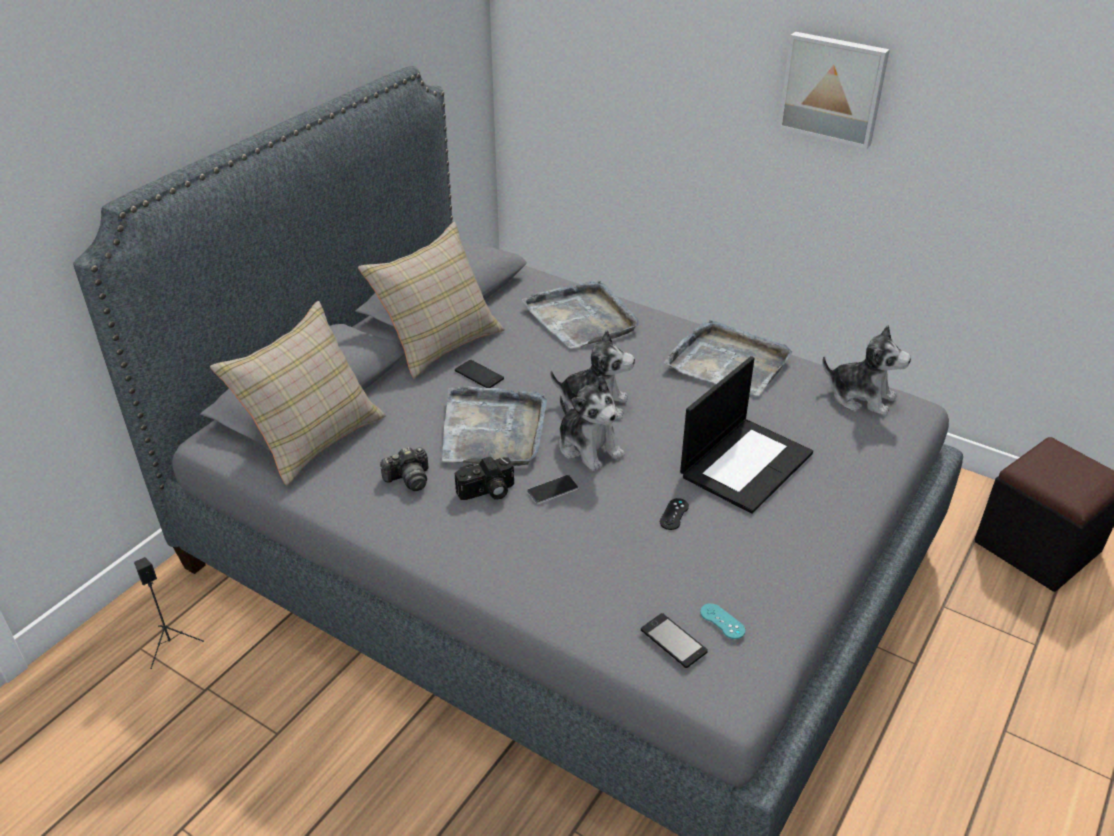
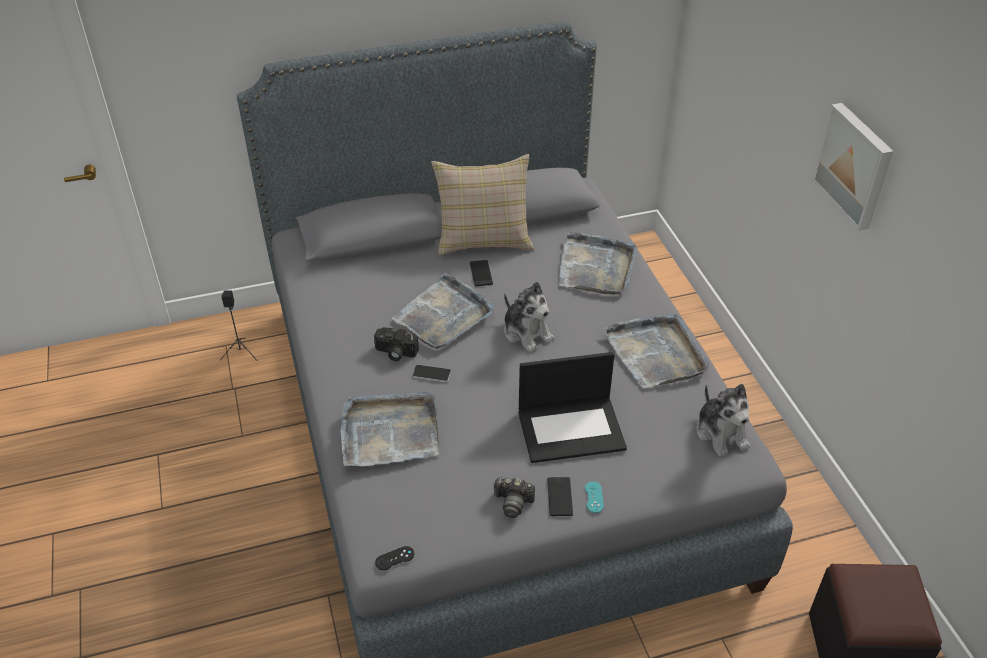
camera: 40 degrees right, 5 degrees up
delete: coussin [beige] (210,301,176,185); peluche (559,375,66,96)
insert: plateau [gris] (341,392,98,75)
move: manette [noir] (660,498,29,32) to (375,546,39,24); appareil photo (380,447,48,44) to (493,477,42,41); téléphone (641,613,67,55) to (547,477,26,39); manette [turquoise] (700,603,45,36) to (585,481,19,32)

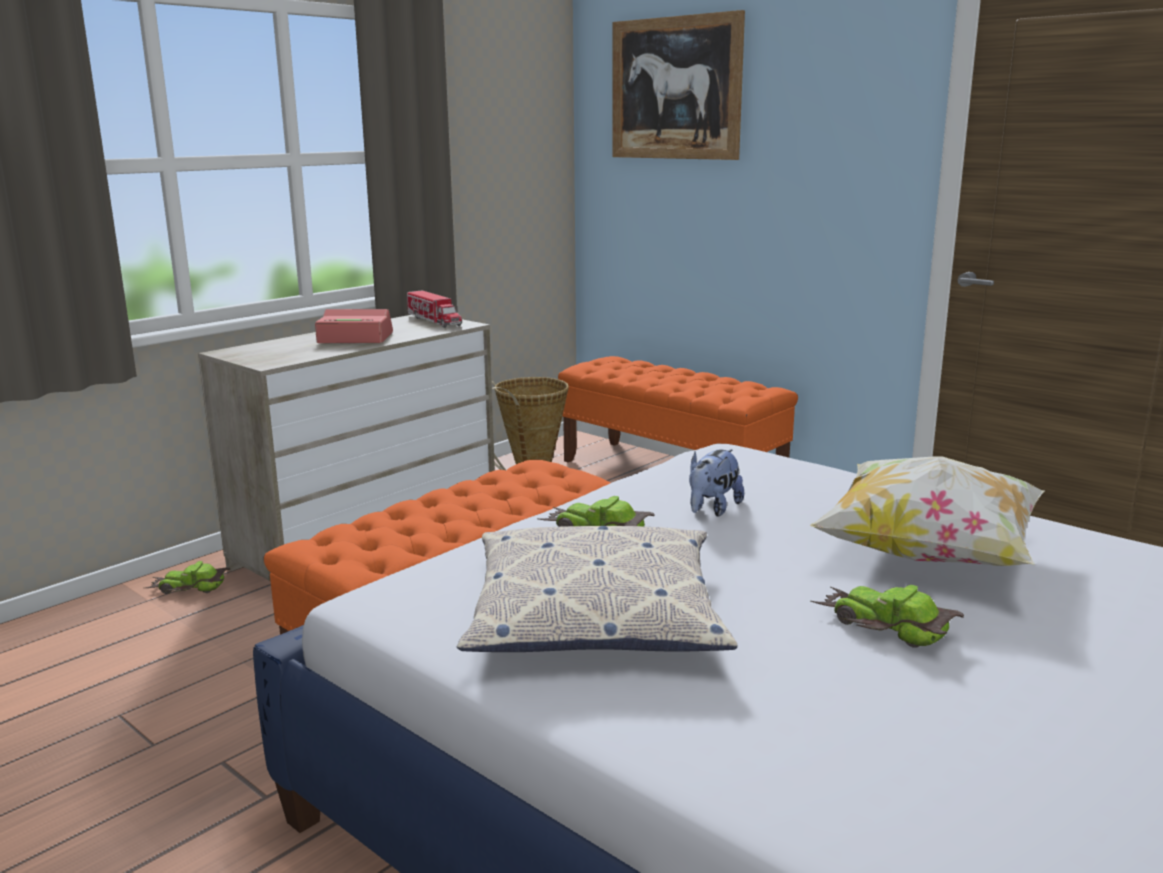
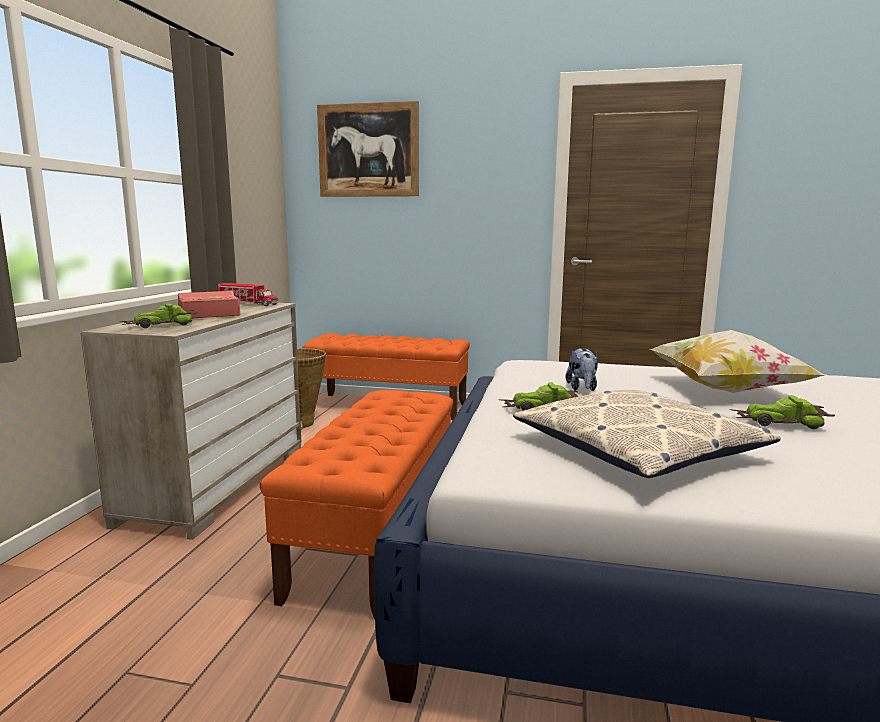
camera: 30 degrees left, 5 degrees down
move: petite voiture (145,561,85,33) to (119,303,79,25)

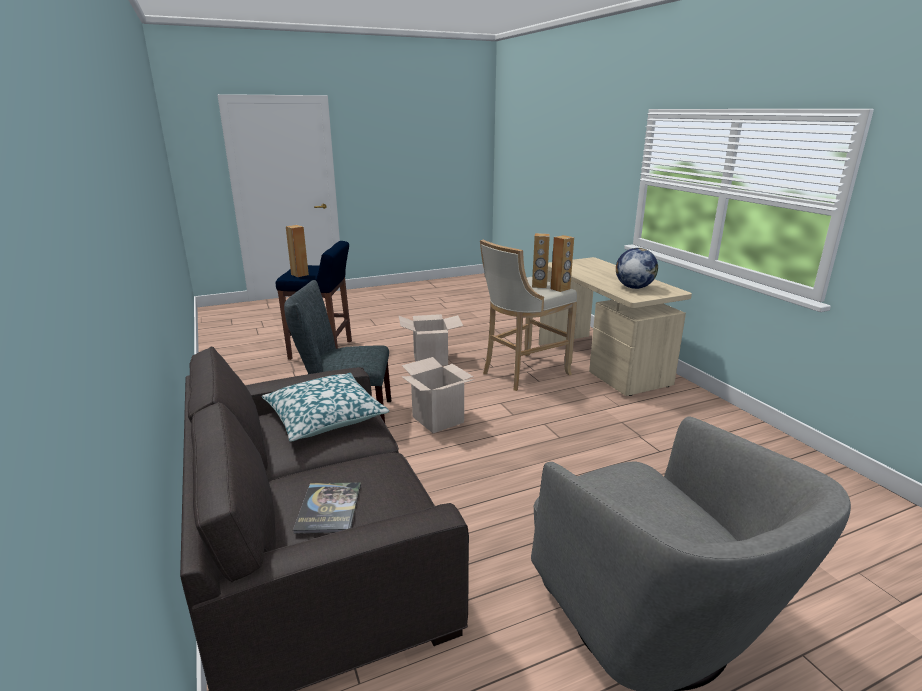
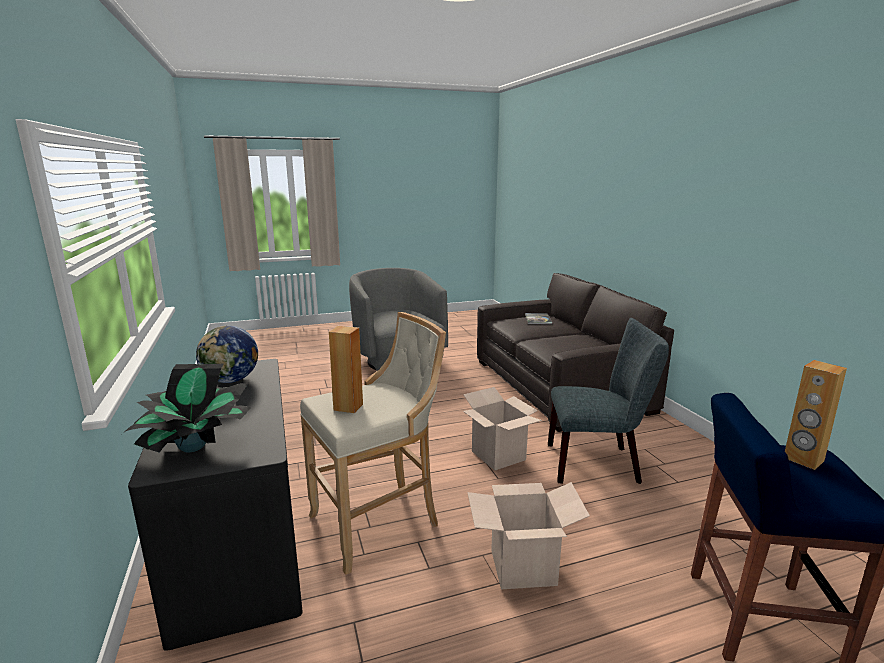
camera: 175 degrees left, 5 degrees down
delete: coussin (262,373,127,69); enceinte [marron] (551,235,23,57)
insert: plante en pot (122,364,129,89)
recolor: bureau [beige] (539,257,153,139) to bureau [noir] (128,359,175,292)

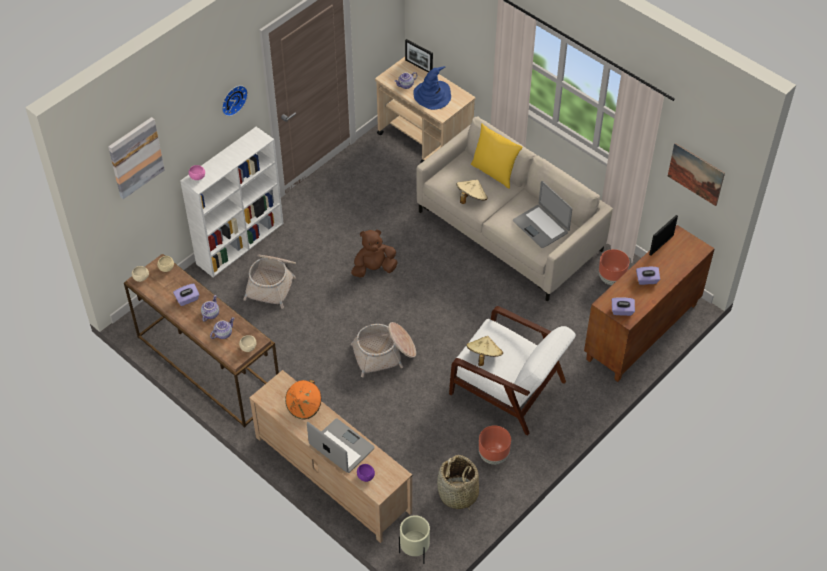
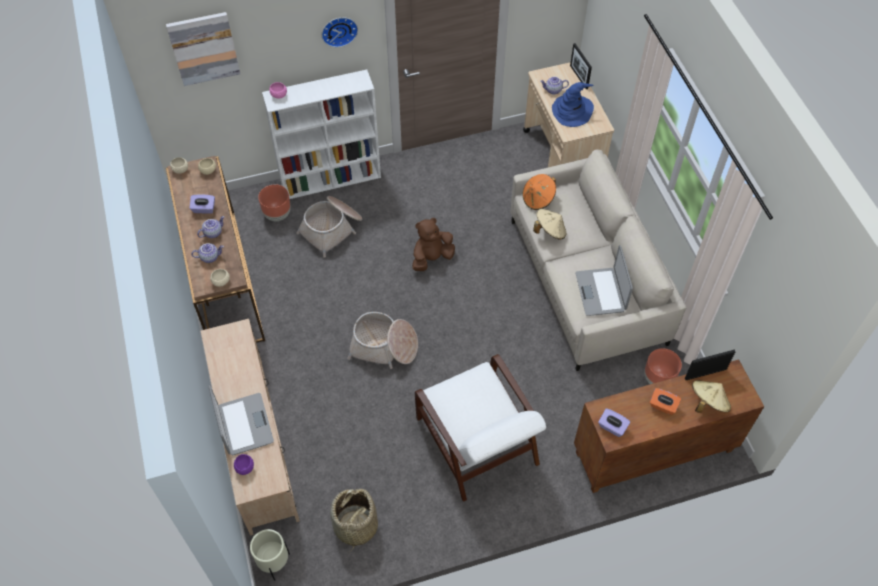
camera: 30 degrees right, 5 degrees up
delete: coussin [jaune] (471,123,52,66); tableau (668,143,57,63)
move: cache-pot [marron] (479,425,32,40) to (258,184,33,37); chapeau [orange] (286,380,35,39) to (522,174,34,36); chapeau [beige] (466,336,37,30) to (692,380,39,33)
recolor: boîte à mouchoirs [violet] (636,267,24,18) to boîte à mouchoirs [orange] (650,388,31,27)
rotate: peluche [marron] (351,230,47,48) = (412,218,43,53) 45 degrees counterclockwise

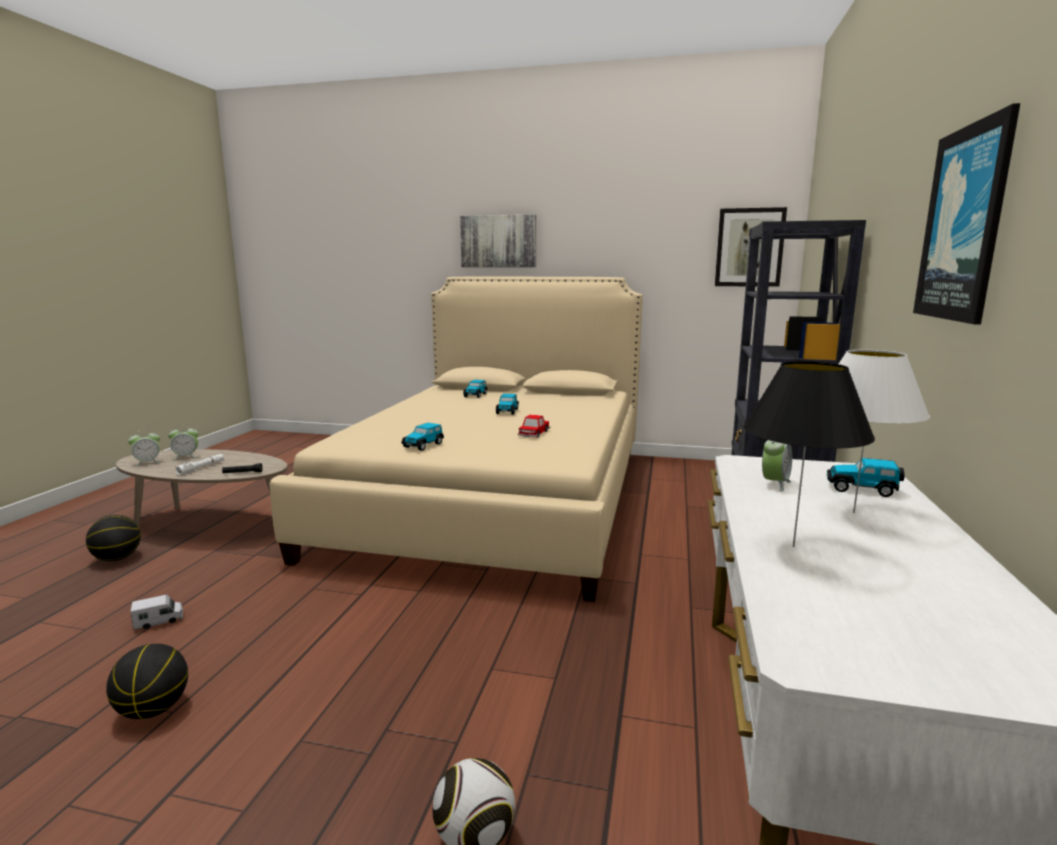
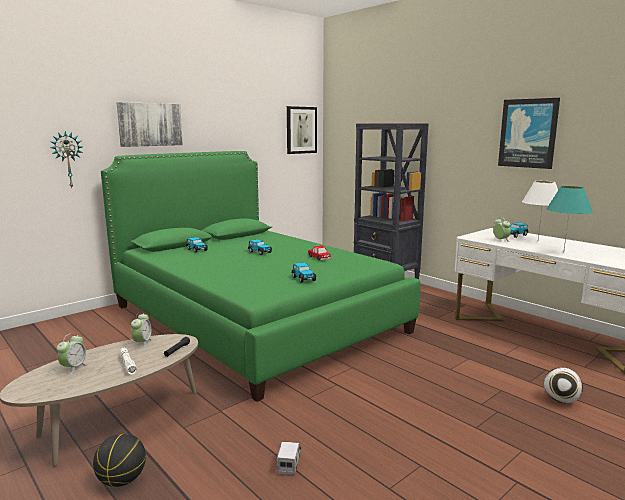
camera: 55 degrees left, 0 degrees up
delete: ballon de basket (106,644,82,75)
insert: horloge murale (50,131,33,57)
move: réveil (128,430,33,37) to (131,312,22,36)
recolor: lit [beige] (270,277,373,325) to lit [vert] (101,151,319,251); lampe de table [noir] (744,361,131,186) to lampe de table [turquoise] (546,186,47,67)

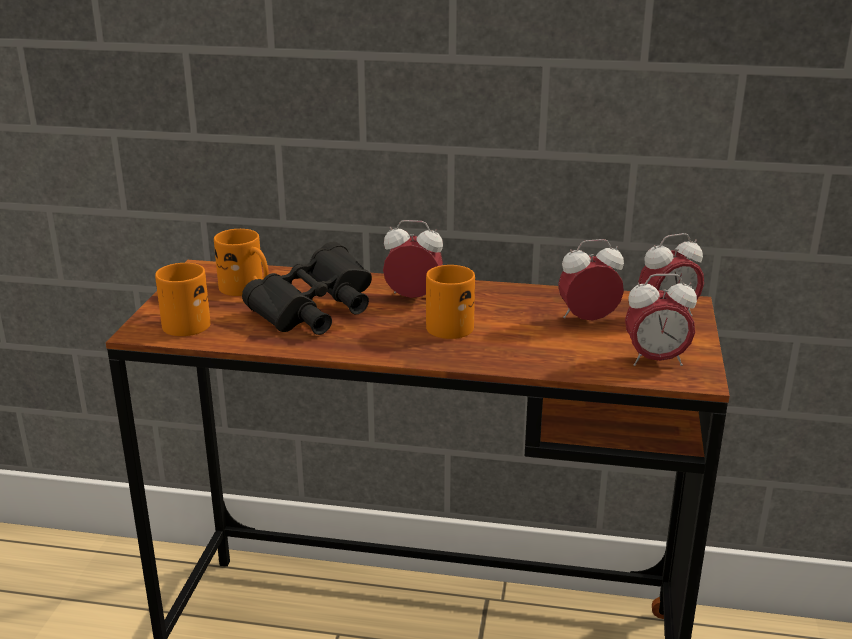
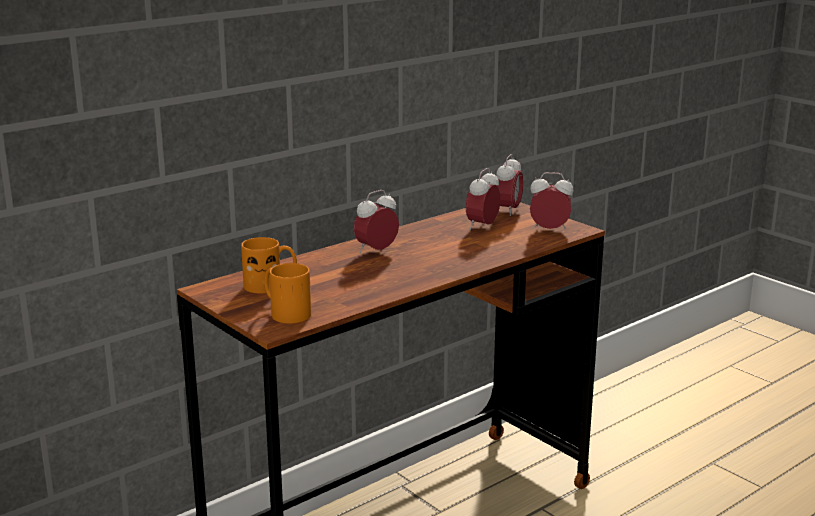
camera: 50 degrees left, 5 degrees down
delete: jumelles [noir] (242,242,130,93); mug [orange] (426,265,49,74)
rotate: réveil (625,274,72,92) = (530,172,43,57) 120 degrees counterclockwise

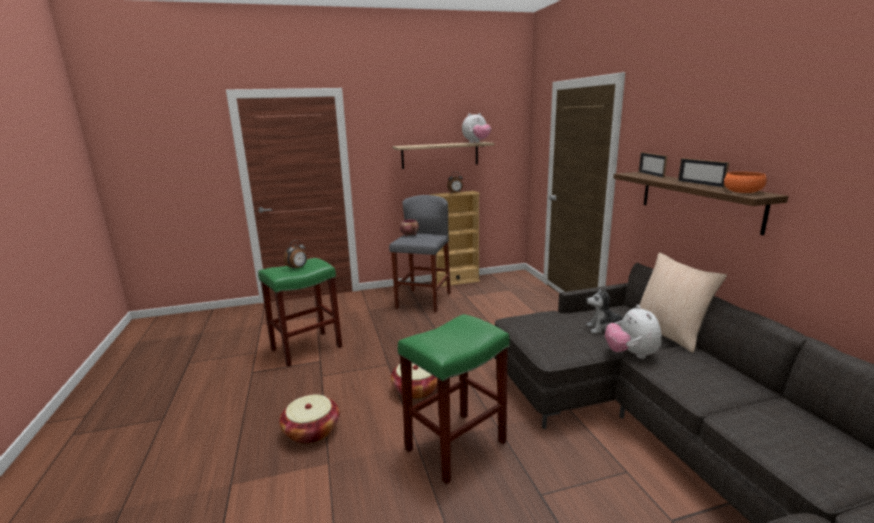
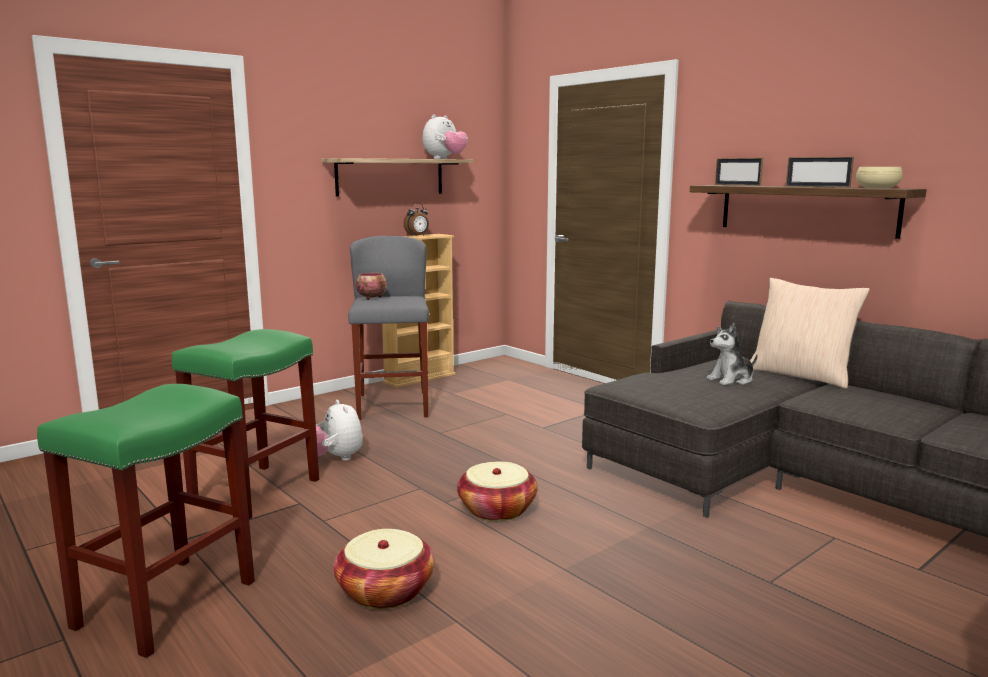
camera: 25 degrees left, 5 degrees down
delete: réveil (284,240,23,30)
move: tabouret [vert] (398,314,112,170) to (37,384,218,274); peluche (605,305,57,54) to (304,400,59,61)
recolor: bol [orange] (724,172,43,21) to bol [beige] (856,167,47,21)

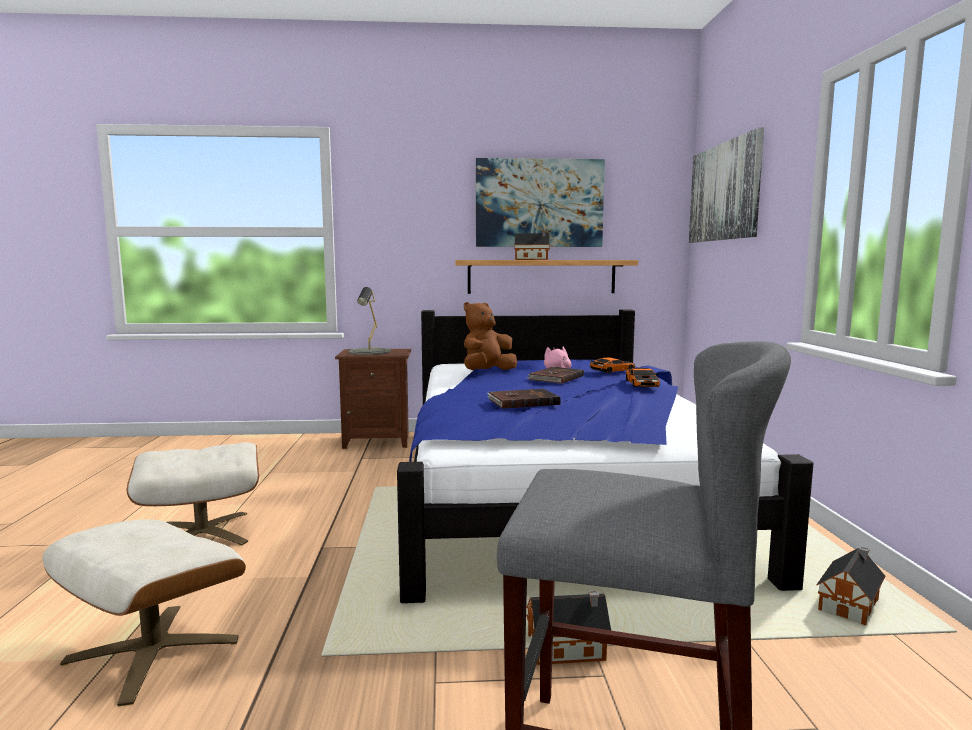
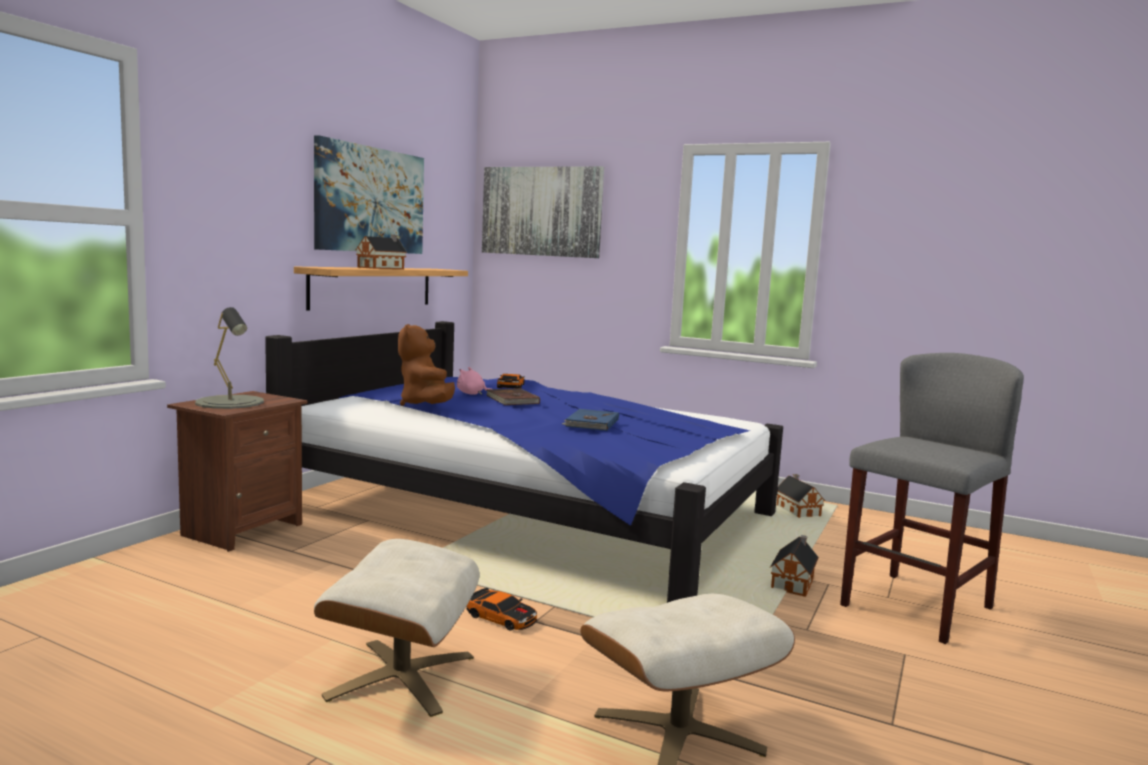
camera: 60 degrees left, 0 degrees up
move: petite voiture (626,368,34,19) to (466,588,71,43)
recolor: livre [marron] (487,389,74,20) to livre [bleu] (562,409,57,22)

